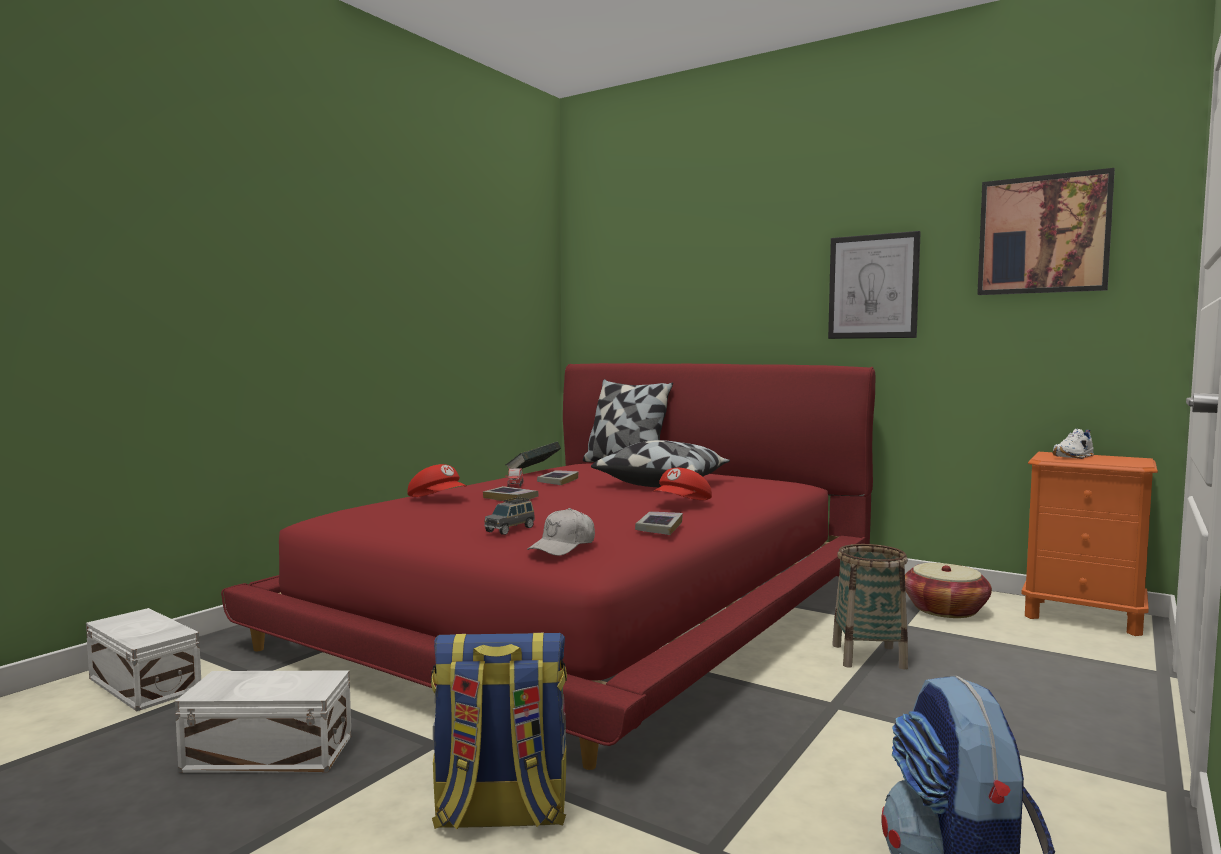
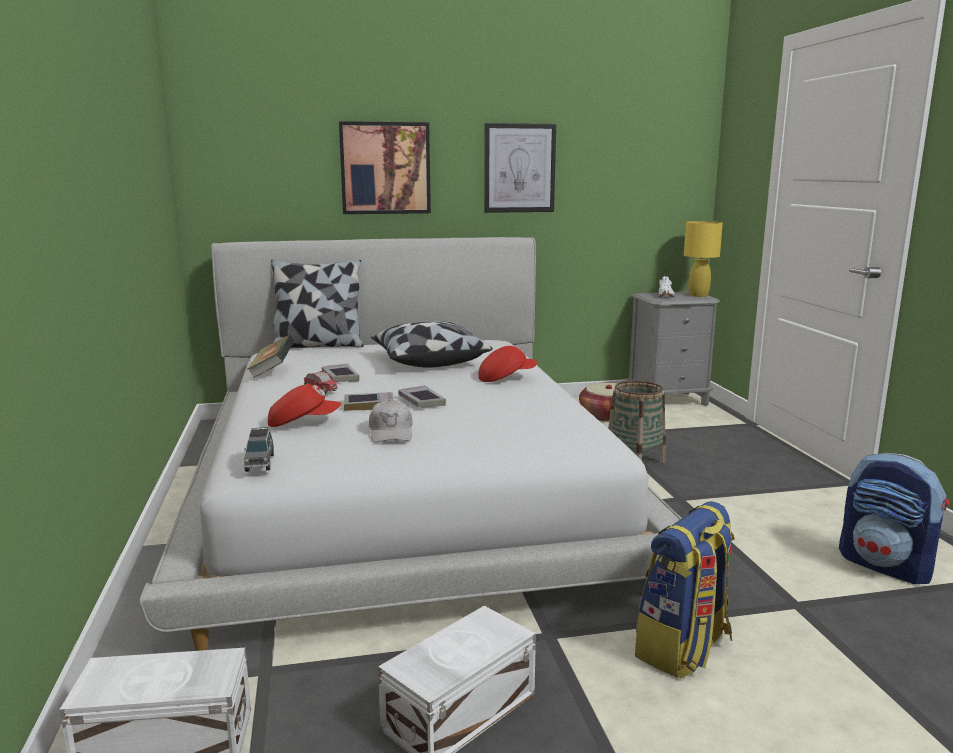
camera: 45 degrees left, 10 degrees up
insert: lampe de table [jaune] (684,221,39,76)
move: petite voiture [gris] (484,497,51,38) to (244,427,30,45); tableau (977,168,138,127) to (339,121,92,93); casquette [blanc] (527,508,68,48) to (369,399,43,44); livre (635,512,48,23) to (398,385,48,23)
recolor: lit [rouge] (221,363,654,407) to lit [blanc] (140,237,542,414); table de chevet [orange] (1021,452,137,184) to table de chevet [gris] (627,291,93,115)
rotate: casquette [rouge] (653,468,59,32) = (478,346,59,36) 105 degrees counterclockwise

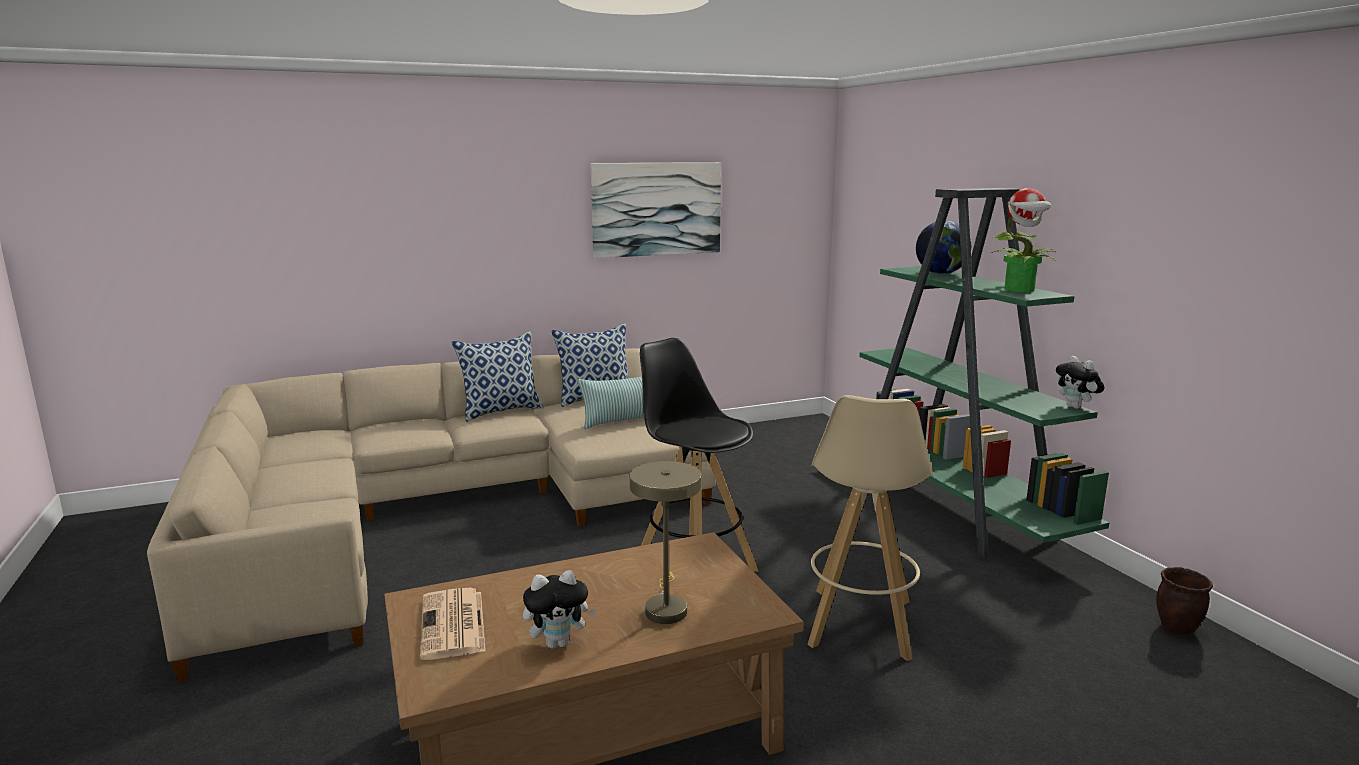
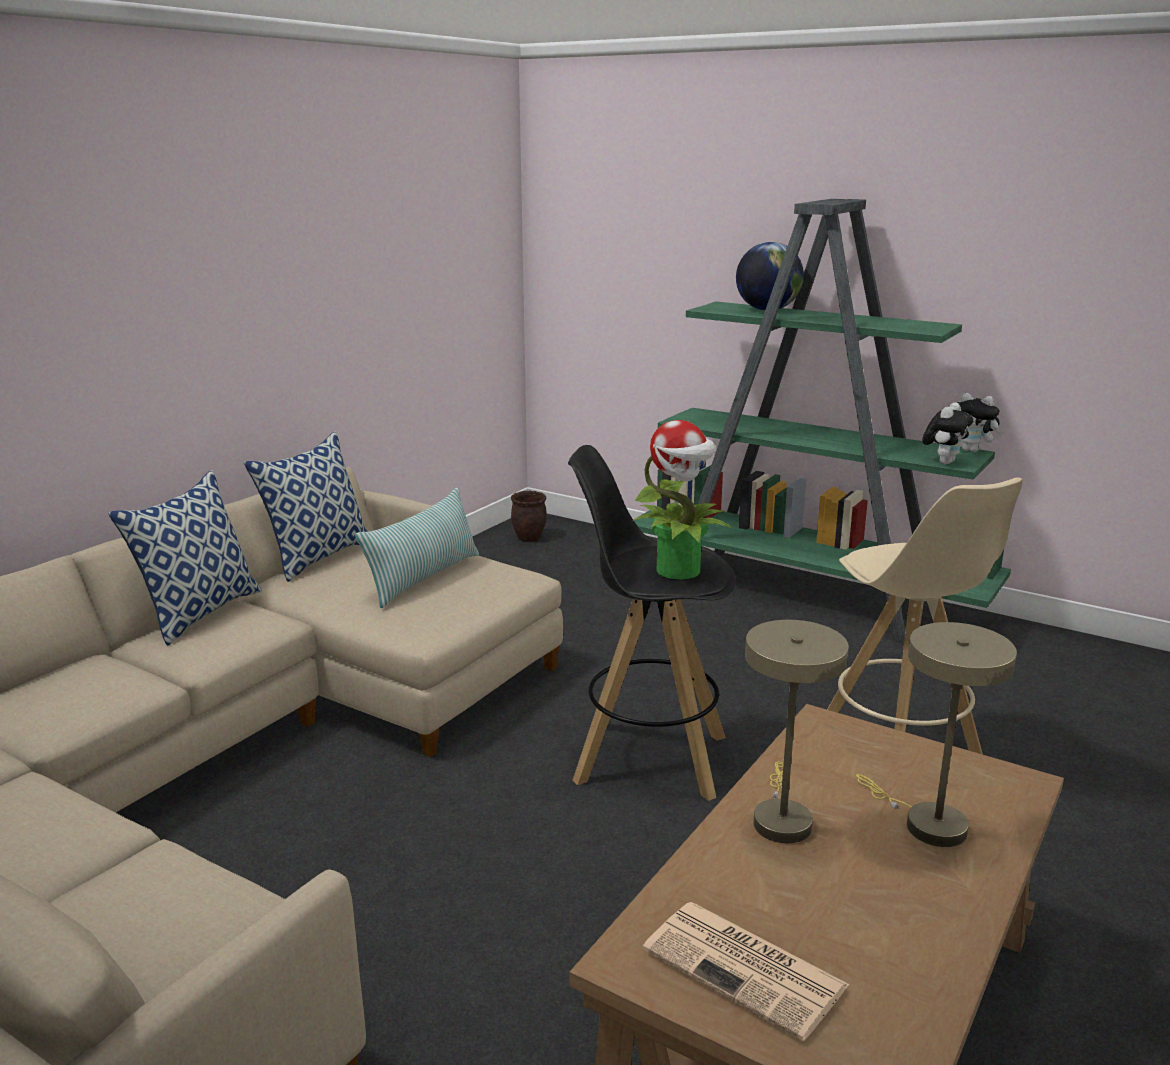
camera: 35 degrees left, 5 degrees up
delete: tableau (591,162,130,96)
insert: lampe de table [beige] (745,620,104,223)
move: cache-pot [marron] (1157,567,56,67) to (511,491,36,51); plante en pot (992,188,65,104) to (633,420,99,160); peluche (523,570,73,79) to (922,403,51,61)

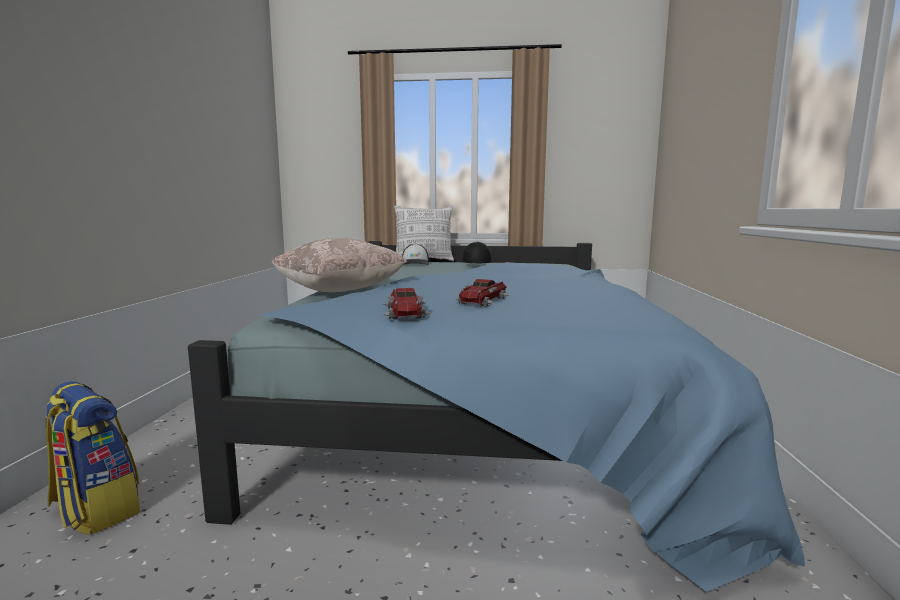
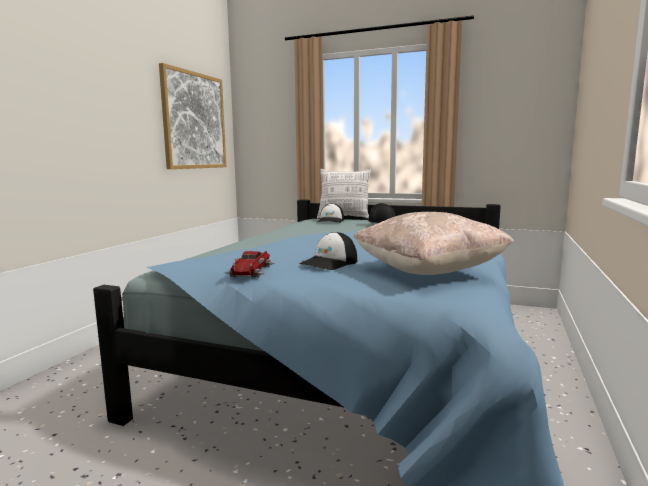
camera: 15 degrees right, 0 degrees up
delete: sac à dos (45,381,95,154)
insert: tableau (159,63,67,106)
move: coussin [beige] (271,238,136,54) to (353,212,162,63)
replace: petite voiture (455,279,54,28) to casquette (299,232,58,38)

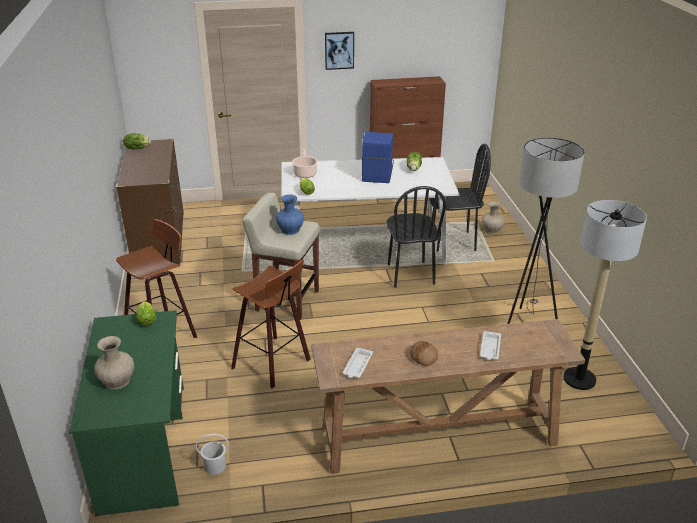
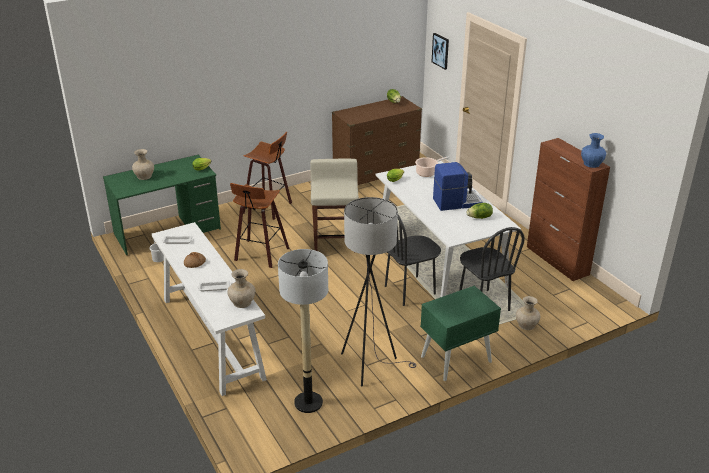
camera: 70 degrees right, 0 degrees up
insert: vase [beige] (227,269,28,39); table de chevet [vert] (420,286,81,95)
move: tableau (325,32,29,38) to (432,33,17,37); vase [bleu] (276,194,28,41) to (581,133,25,35)
recolor: table console [marron] (311,319,274,155) to table console [blanc] (152,222,115,174)

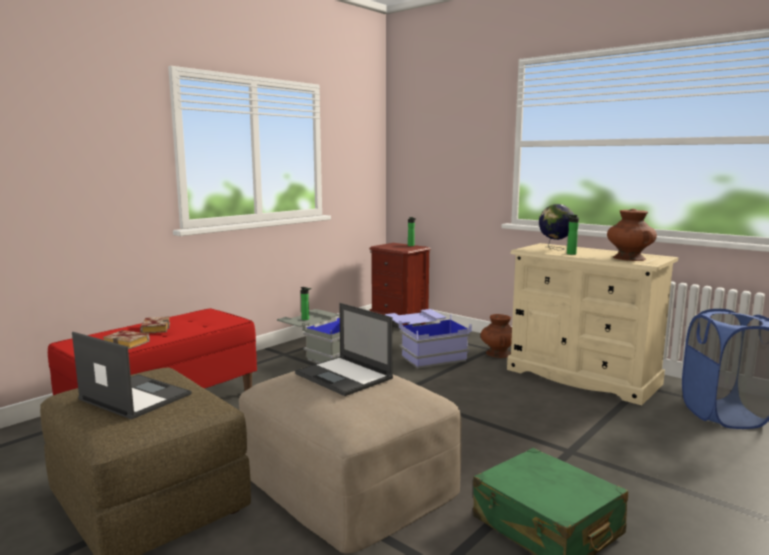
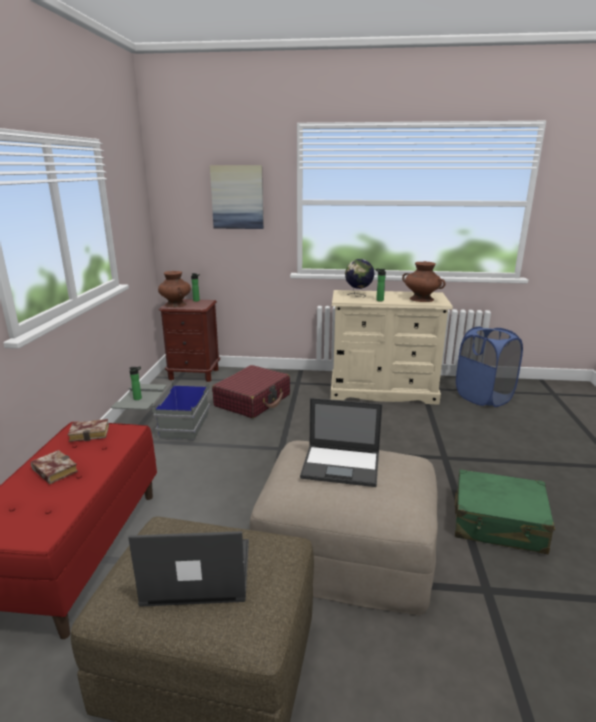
camera: 35 degrees left, 10 degrees up
insert: tableau (210,165,54,64)
move: livre (103,330,47,19) to (68,419,41,23); vase [marron] (481,314,31,44) to (158,271,33,36)
replace: boîte de rangement [bleu] (385,309,87,60) to valise [rouge] (212,365,78,53)

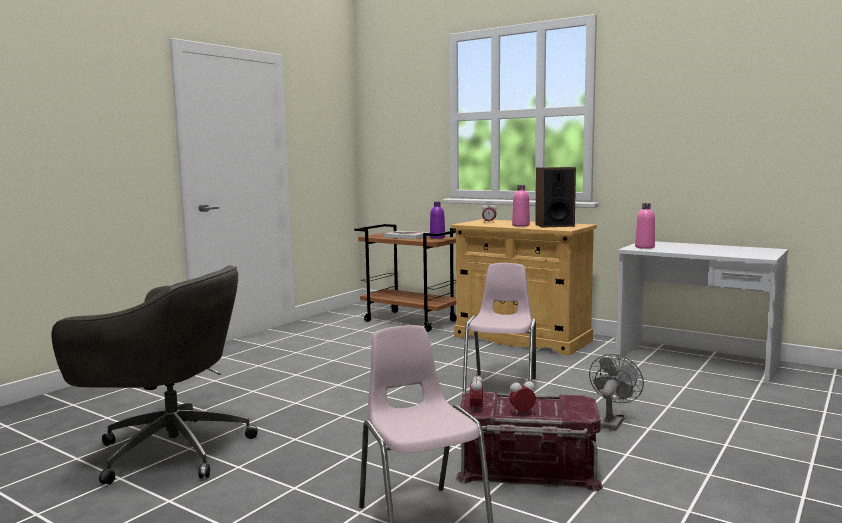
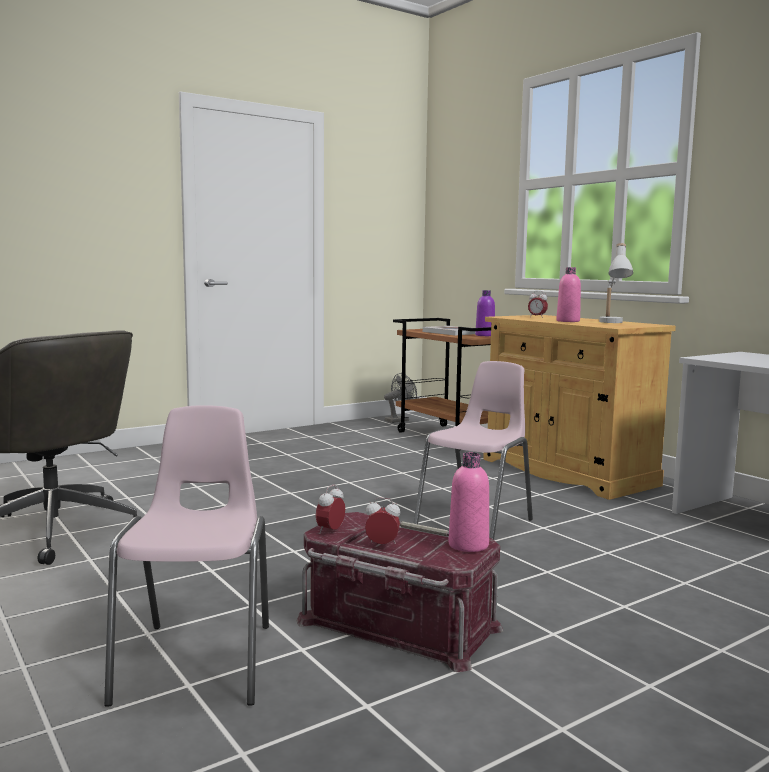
camera: 20 degrees right, 0 degrees up
move: ventilateur [gris] (589,354,55,76) to (384,373,33,50); bouteille [rose] (635,203,20,46) to (448,452,41,100)
replace: enceinte (535,167,41,60) to lampe de table [blanc] (599,243,34,80)

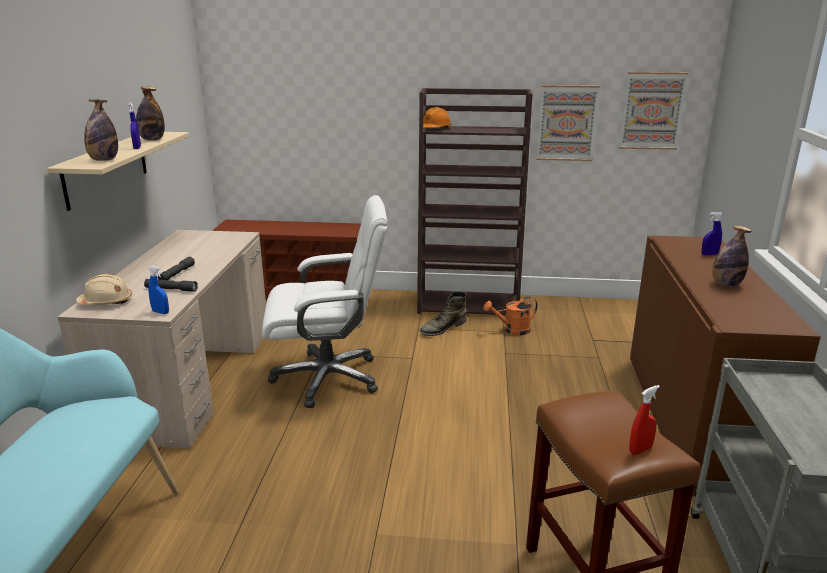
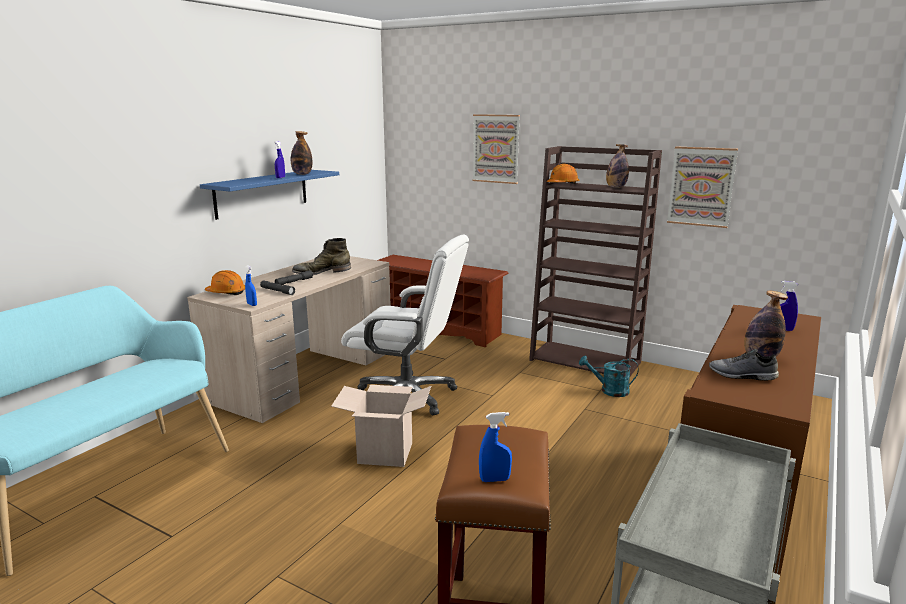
camera: 25 degrees right, 5 degrees down
insert: carton (331,385,100,82); chaussure [gris] (709,349,70,32)
move: botte [vert] (419,292,48,44) to (292,238,59,37); tableau (619,72,69,78) to (472,114,48,70); bouteille (84,99,34,62) to (606,144,23,44)
recolor: étagère [beige] (47,132,142,79) to étagère [bleu] (200,170,139,50); casque de chantier [beige] (76,274,56,31) to casque de chantier [orange] (205,270,40,25); vaporisateur [rouge] (629,385,31,70) to vaporisateur [bleu] (479,412,33,70); arrosoir [orange] (483,296,55,39) to arrosoir [turquoise] (579,355,60,42)

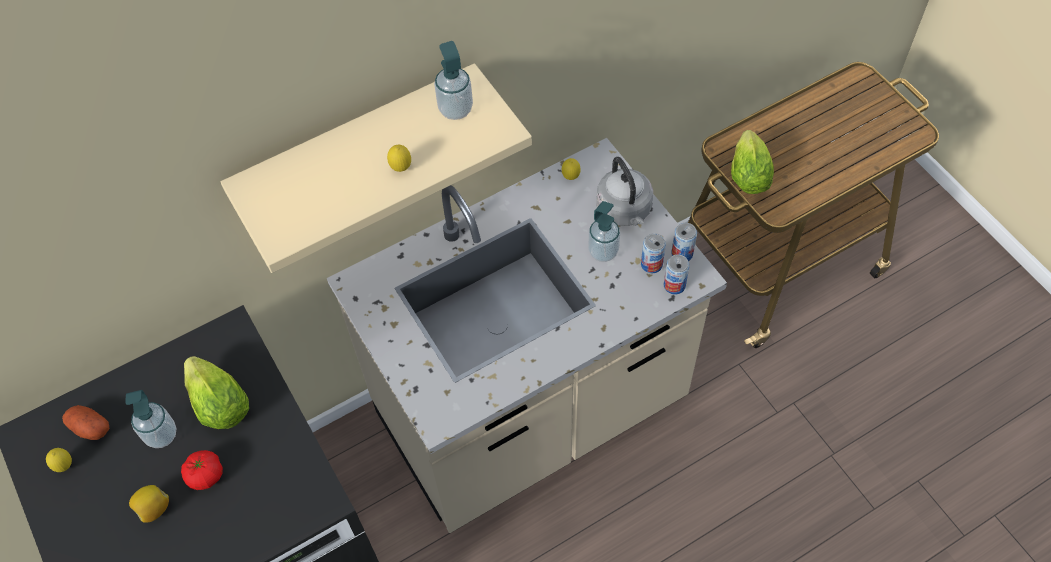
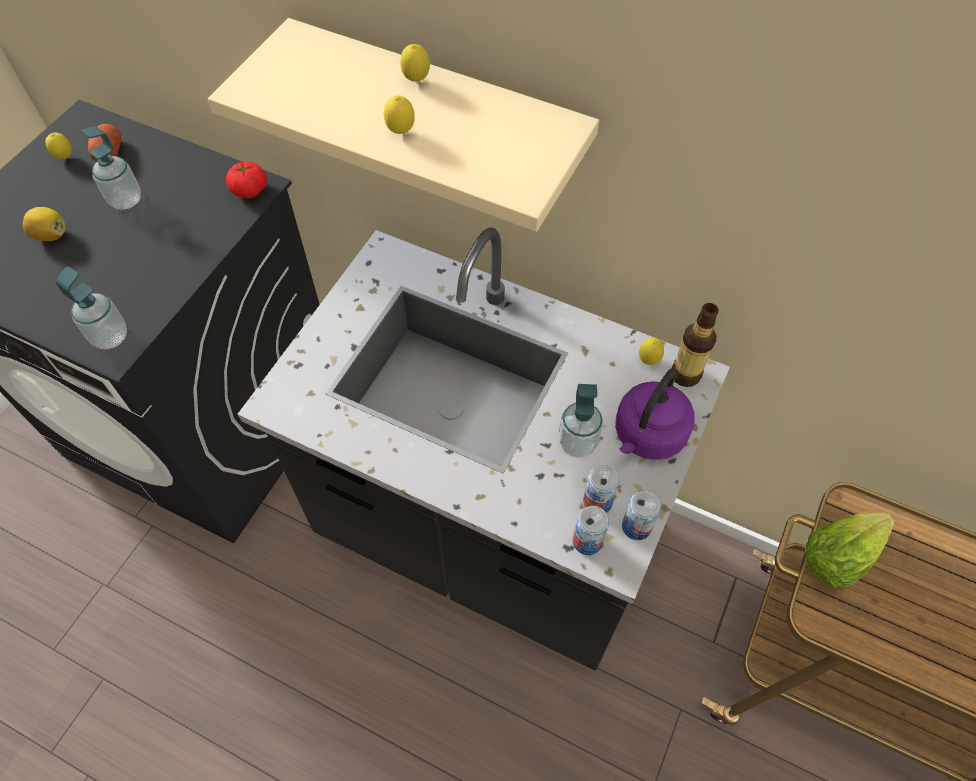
camera: 55 degrees right, 0 degrees up
delete: laitue (184,356,65,73)
insert: citron (400,44,30,38); bouteille (672,303,47,84)
move: distributeur de savon (434,41,39,79) to (56,266,71,83); tomate (181,450,42,40) to (226,162,41,36)
recolor: comptoir de cuisine [beige] (327,138,400,395) to comptoir de cuisine [noir] (238,228,492,443); bouilloire [gris] (596,157,57,69) to bouilloire [violet] (615,368,79,92)

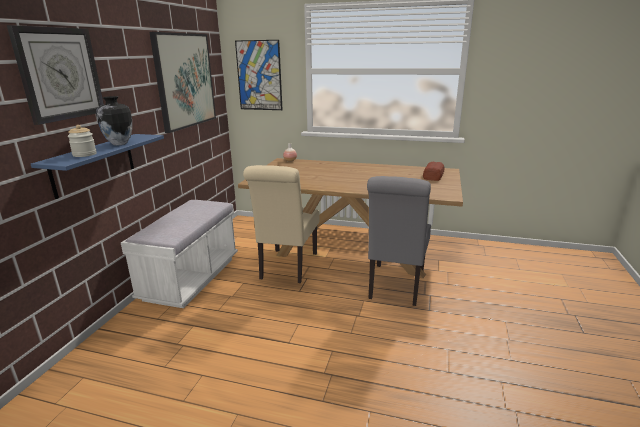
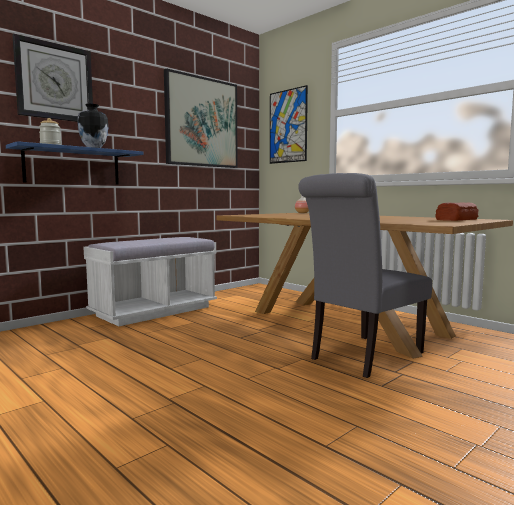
camera: 30 degrees right, 15 degrees down
delete: chaise [beige] (243,165,77,118)

